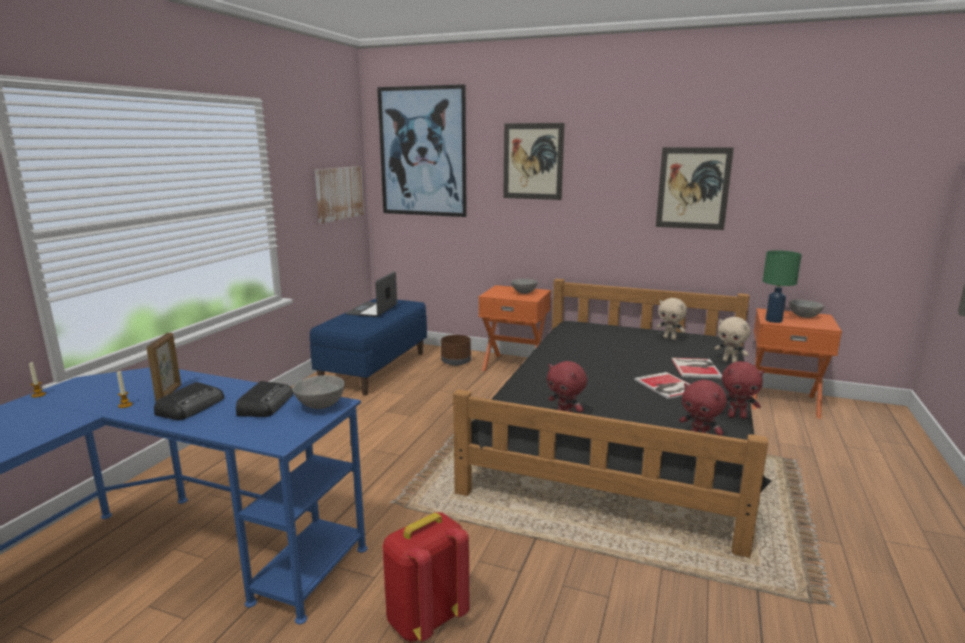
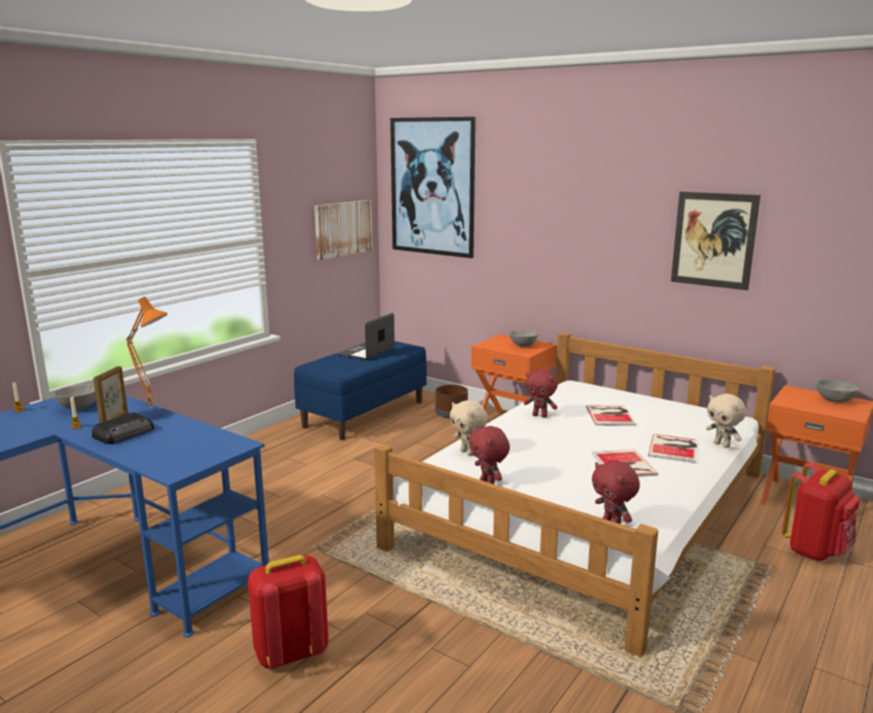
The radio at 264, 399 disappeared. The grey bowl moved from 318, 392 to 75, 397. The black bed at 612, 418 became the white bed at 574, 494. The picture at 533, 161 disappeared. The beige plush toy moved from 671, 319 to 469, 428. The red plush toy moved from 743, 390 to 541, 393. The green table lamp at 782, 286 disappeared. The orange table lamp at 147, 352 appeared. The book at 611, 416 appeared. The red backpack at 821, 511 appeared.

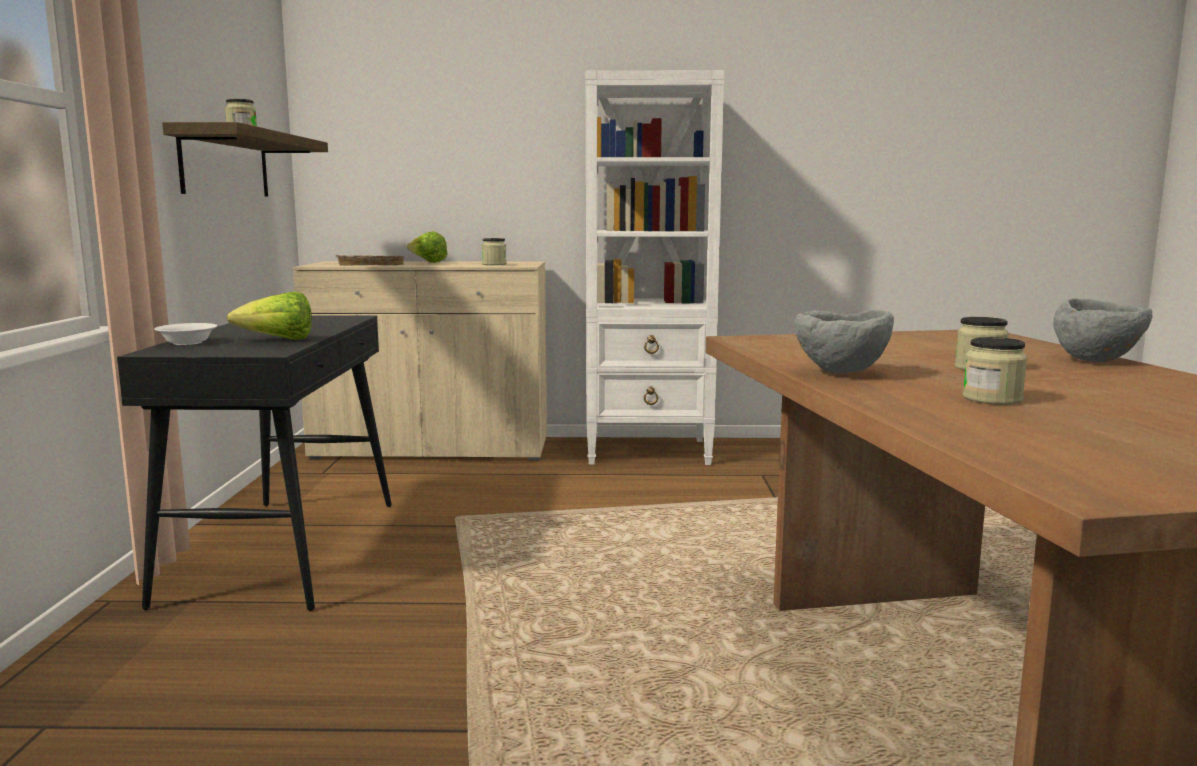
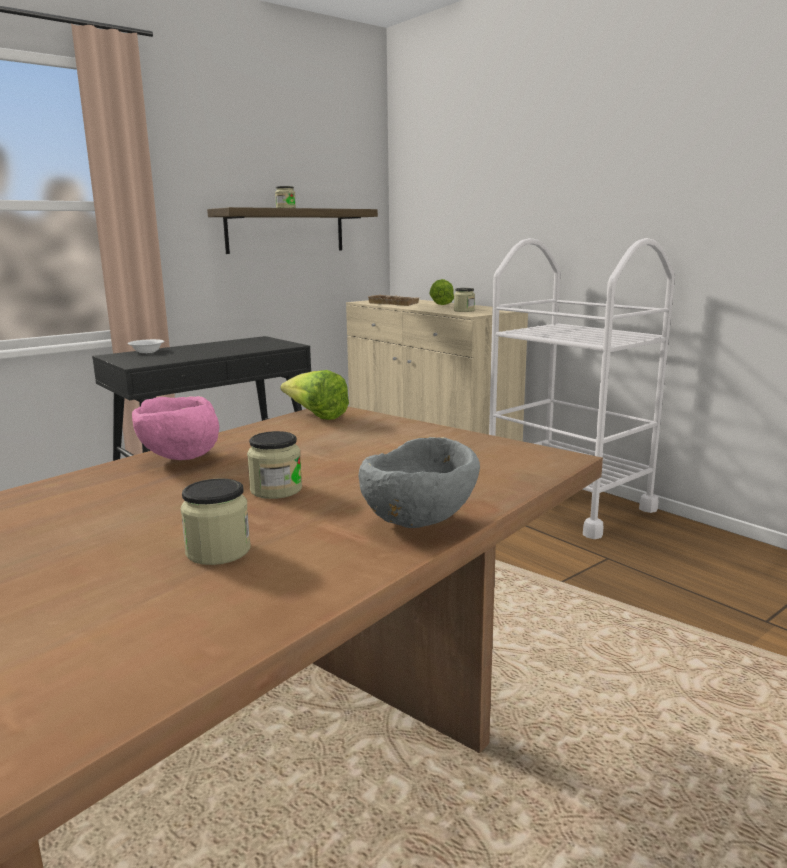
The lettuce moved from 269, 315 to 315, 395. The white bookcase at 655, 267 was replaced by the white cart at 582, 388. The grey bowl at 844, 341 became the pink bowl at 175, 428. The jar moved from 995, 371 to 216, 522.

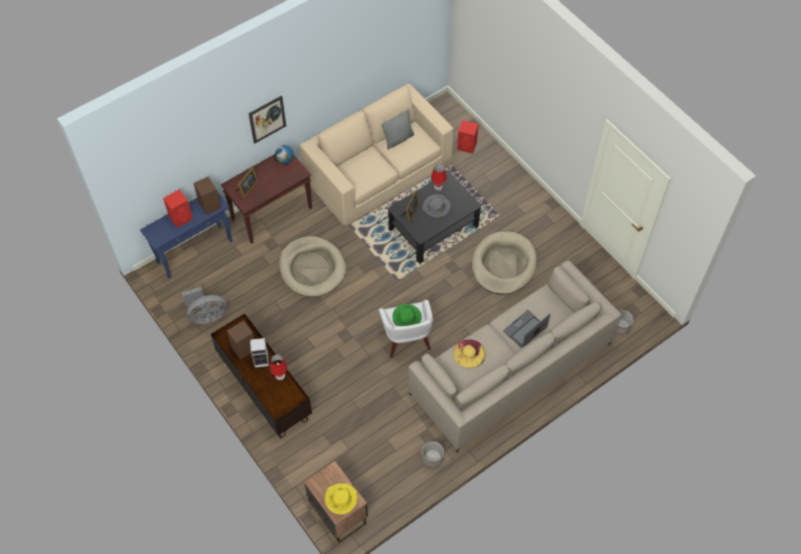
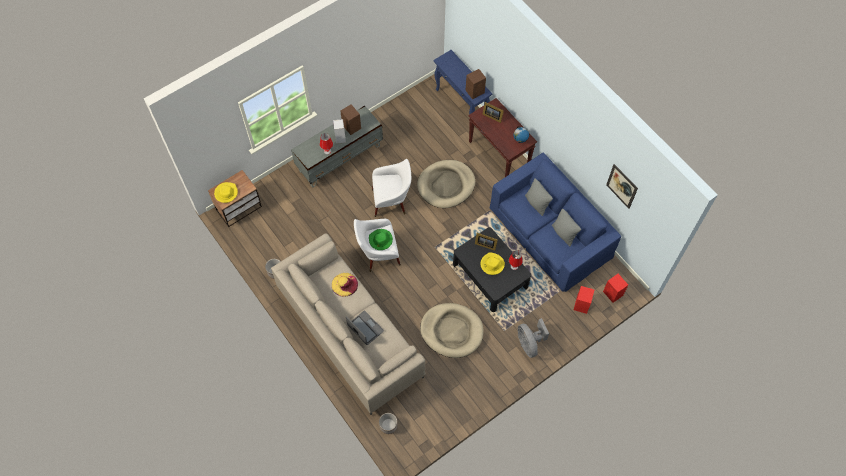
The red speaker moved from 178, 208 to 615, 288. The grey fan moved from 204, 305 to 533, 338. The brown tv stand at 261, 376 became the grey tv stand at 337, 146. The picture moved from 267, 120 to 622, 186. The beige sofa at 377, 154 became the blue sofa at 555, 222. The grey hat at 436, 206 became the yellow hat at 493, 263. The white armchair at 391, 188 appeared. The grey pillow at 539, 197 appeared.

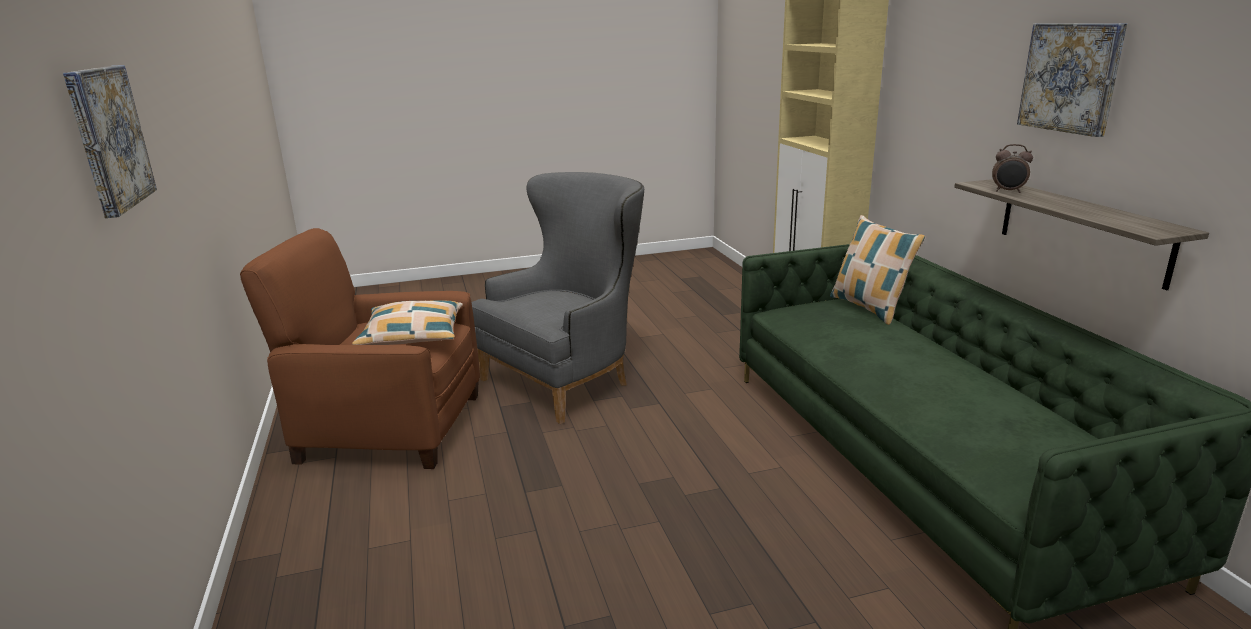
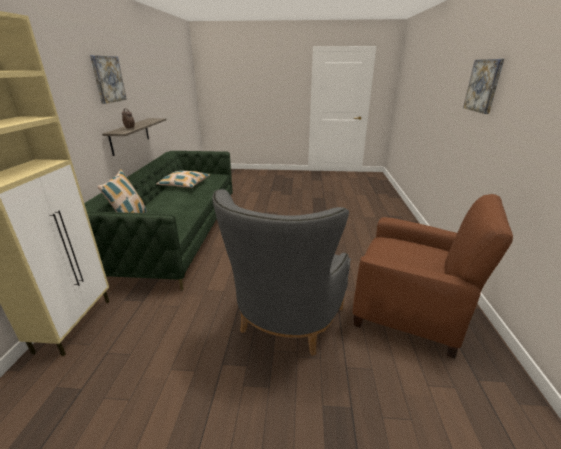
The pillow moved from 407, 322 to 183, 179. The grey armchair at 557, 298 turned 45 degrees counterclockwise.

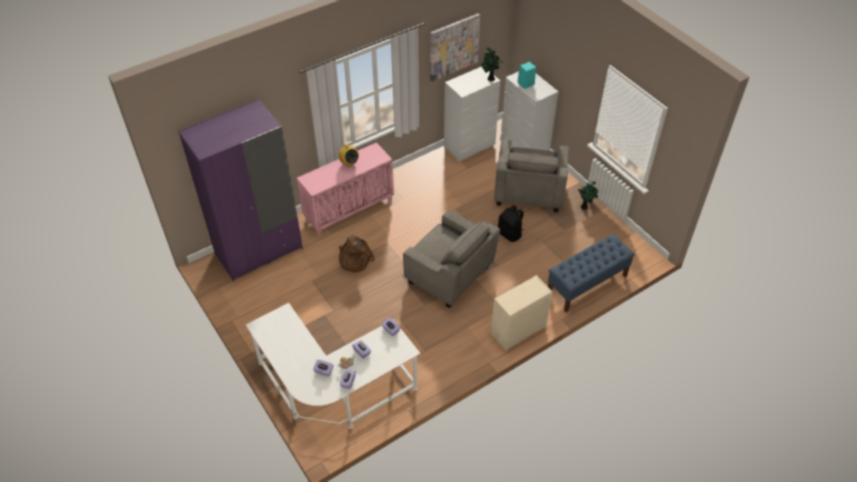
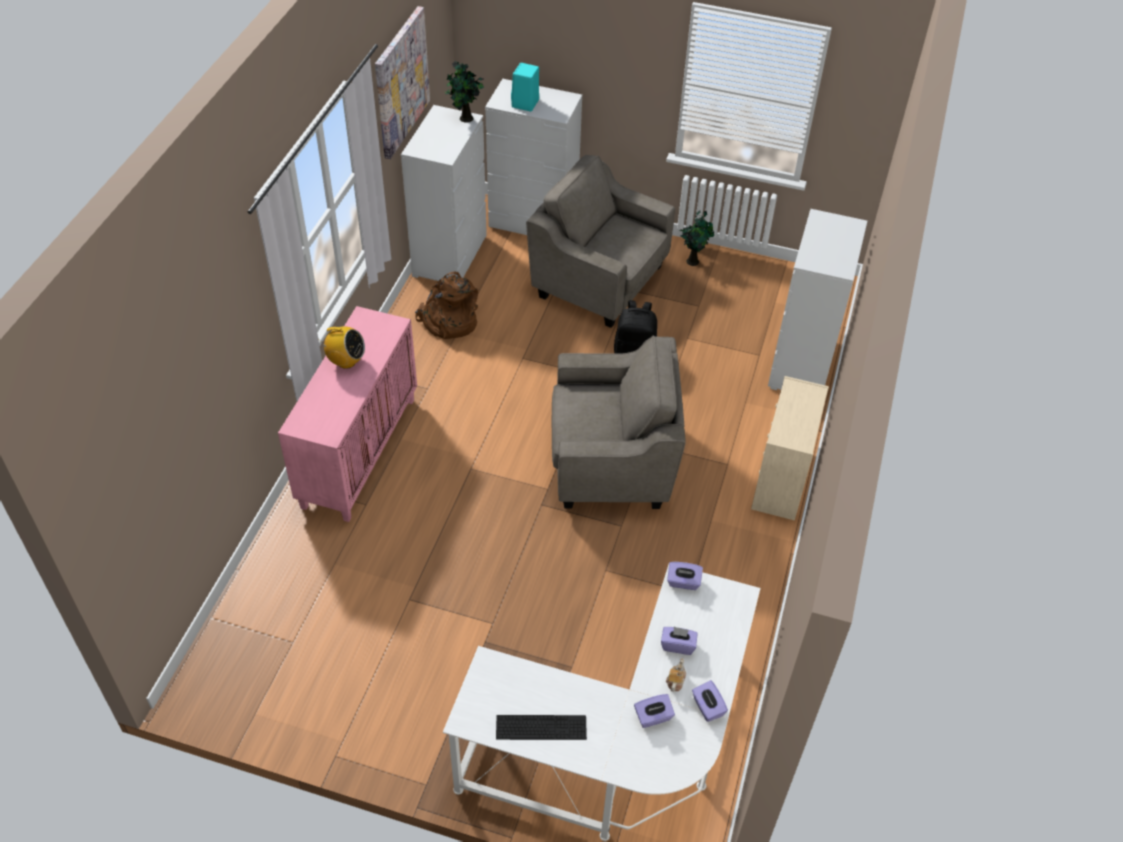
The purple wardrobe at 241, 190 disappeared. The brown backpack moved from 357, 254 to 446, 305. The grey armchair at 531, 176 turned 150 degrees clockwise. The blue bench at 591, 273 was replaced by the white dresser at 817, 299. The keyboard at 541, 727 appeared.

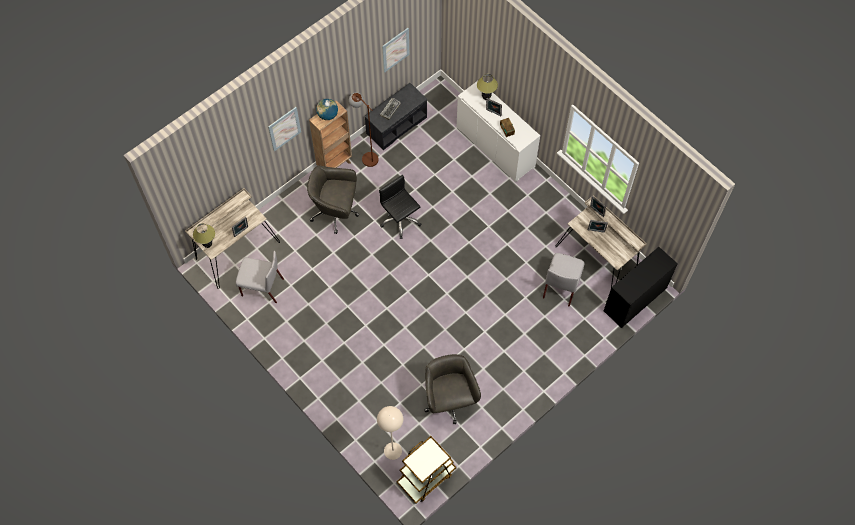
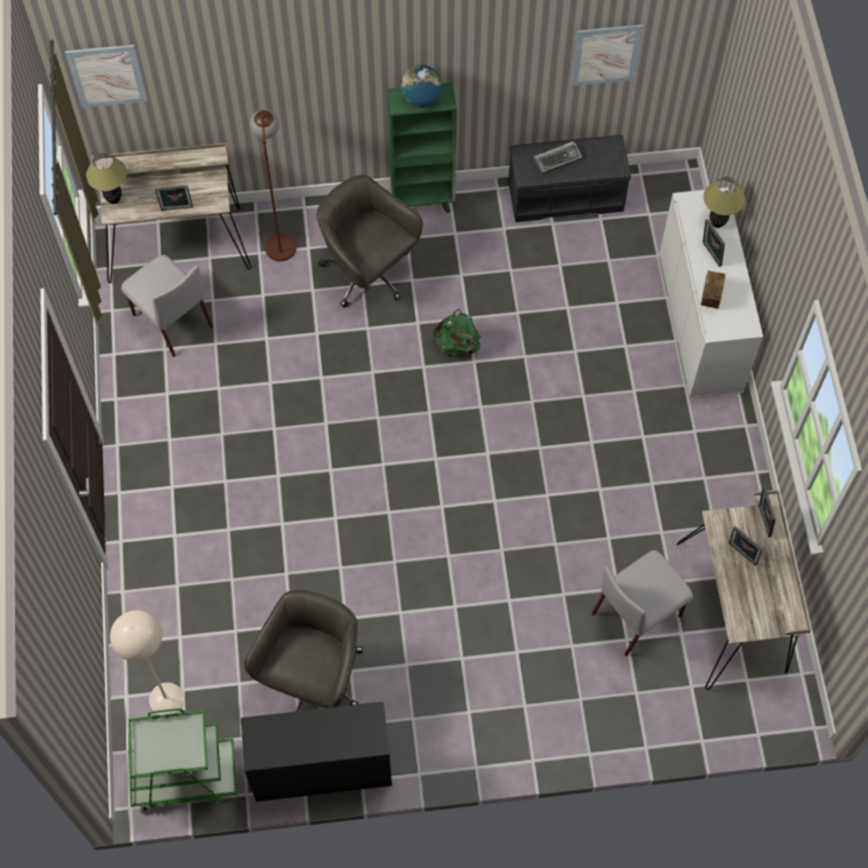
The picture moved from 284, 129 to 106, 76. The brown bookcase at 330, 134 became the green bookcase at 422, 147. The brown floor lamp moved from 364, 129 to 273, 185. The black office chair at 400, 207 was replaced by the green backpack at 456, 334. The brown cart at 426, 469 became the green cart at 182, 759. The black desk moved from 641, 287 to 316, 751.

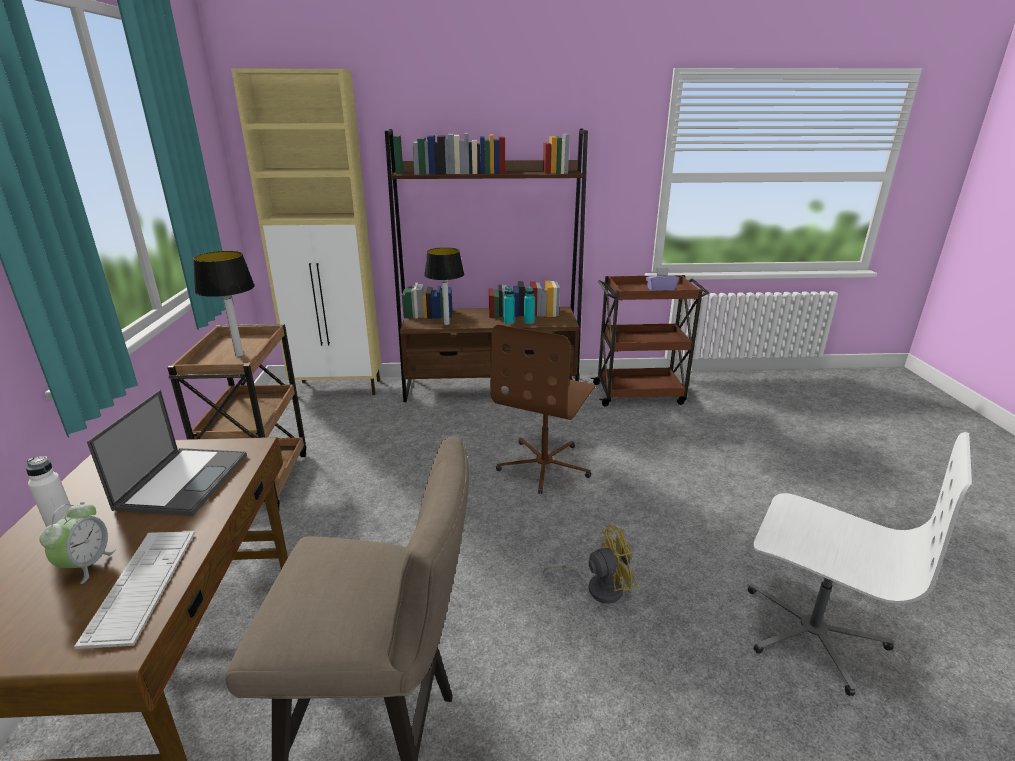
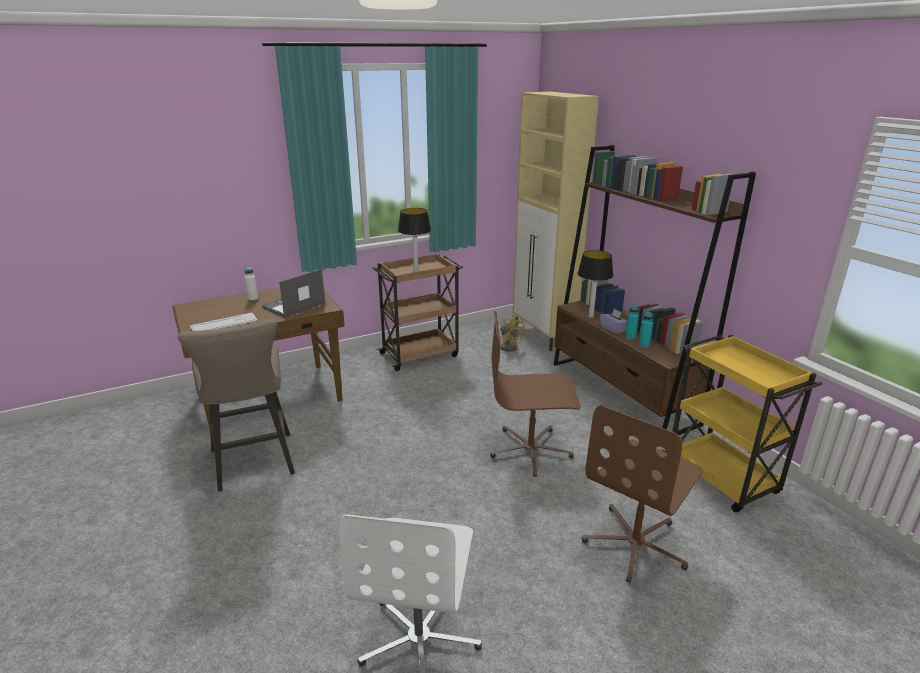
The alarm clock at 77, 543 disappeared. The laptop at 167, 453 turned 150 degrees clockwise. The yellow fan moved from 590, 564 to 512, 333. The brown cart at 650, 341 became the yellow cart at 742, 424. The purple tissue box moved from 662, 279 to 613, 321. The brown office chair at 643, 494 appeared.

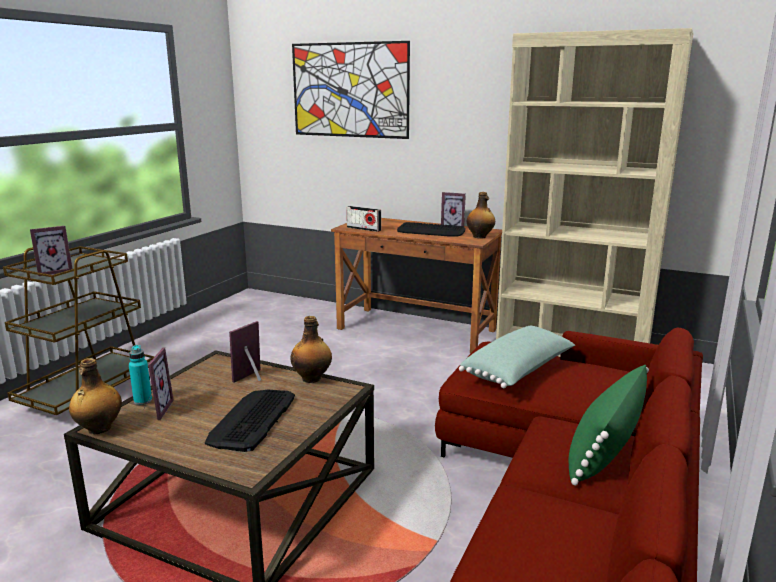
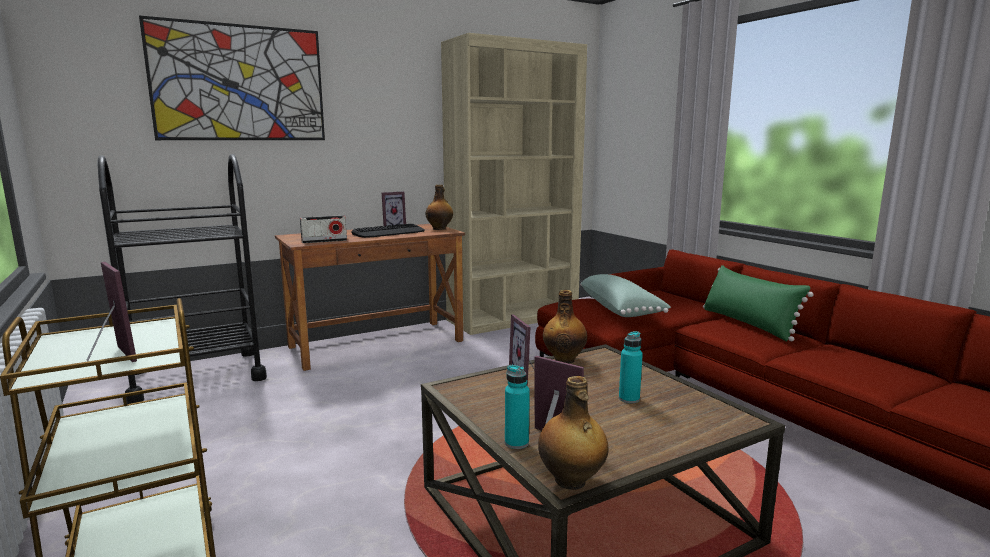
The picture frame at 51, 251 turned 45 degrees counterclockwise. The keyboard at 250, 420 was replaced by the turquoise bottle at 631, 367. The black cart at 182, 279 appeared.

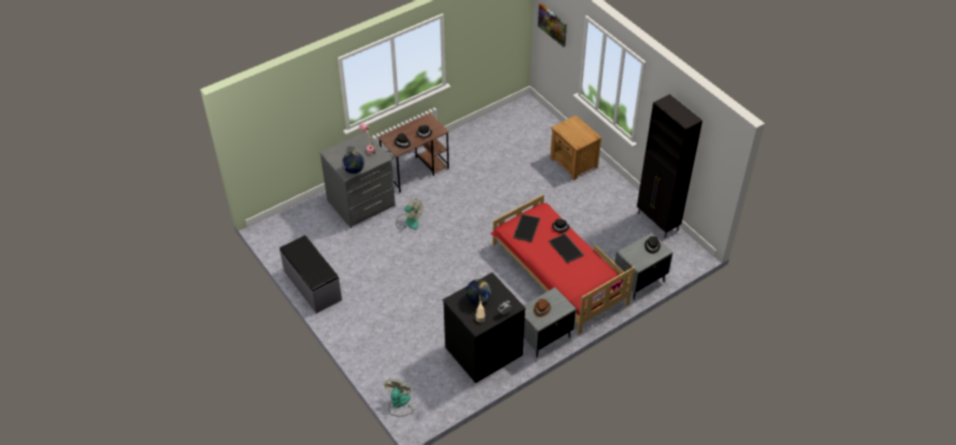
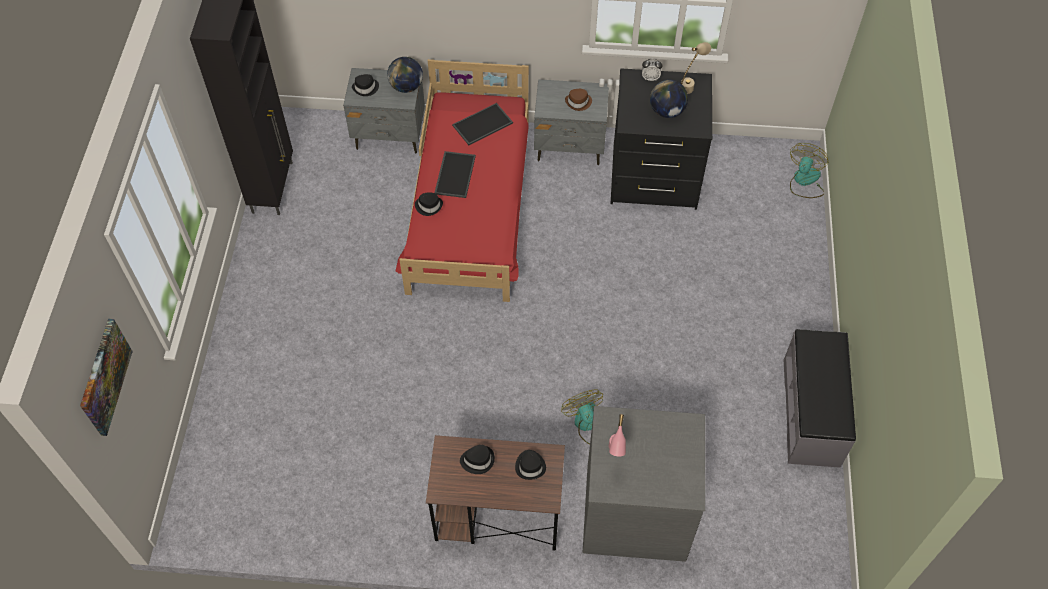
The globe moved from 353, 162 to 405, 75. The fan at 398, 398 turned 150 degrees clockwise. The tray moved from 526, 228 to 482, 124. The brown nightstand at 576, 147 disappeared.

